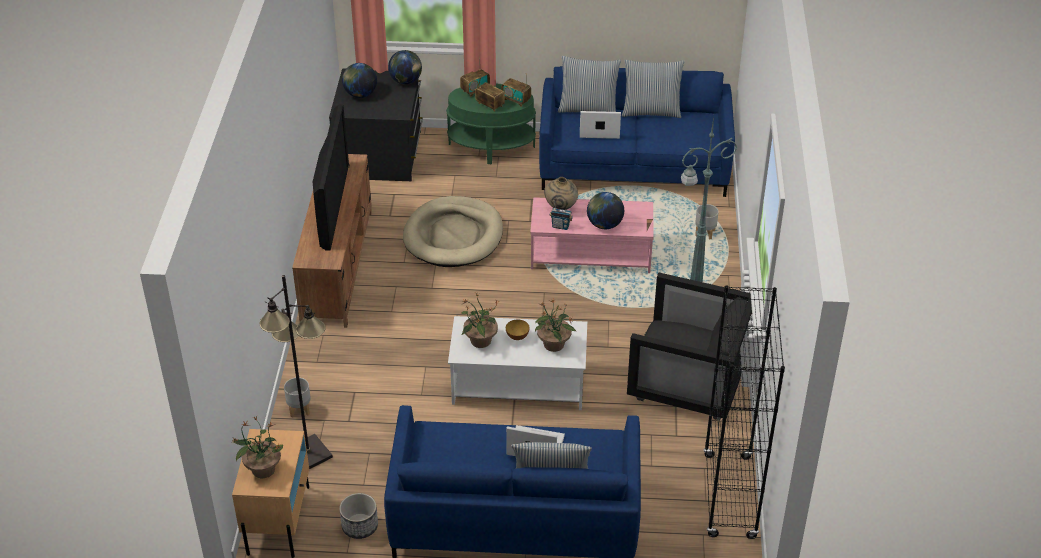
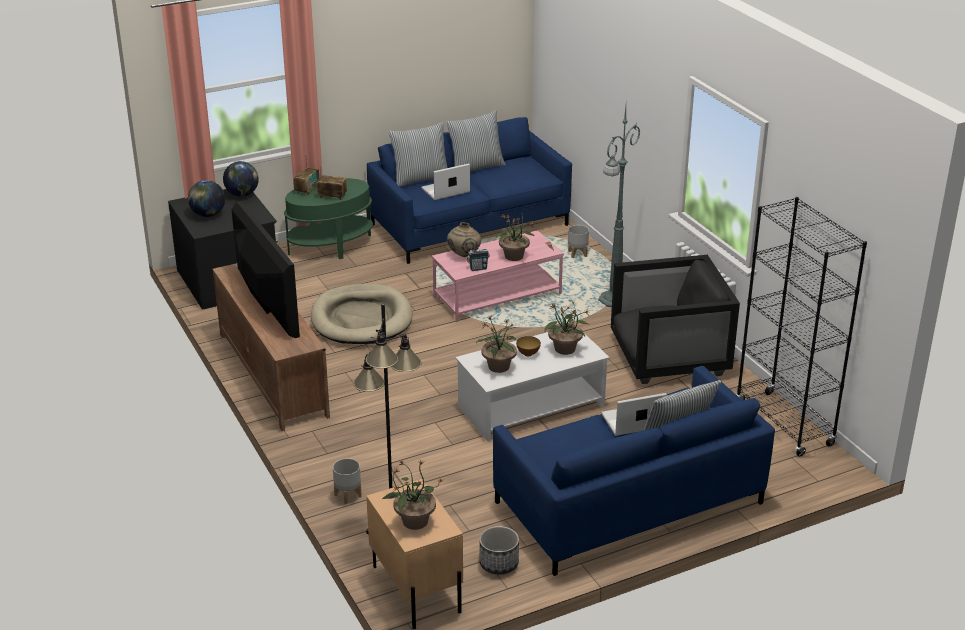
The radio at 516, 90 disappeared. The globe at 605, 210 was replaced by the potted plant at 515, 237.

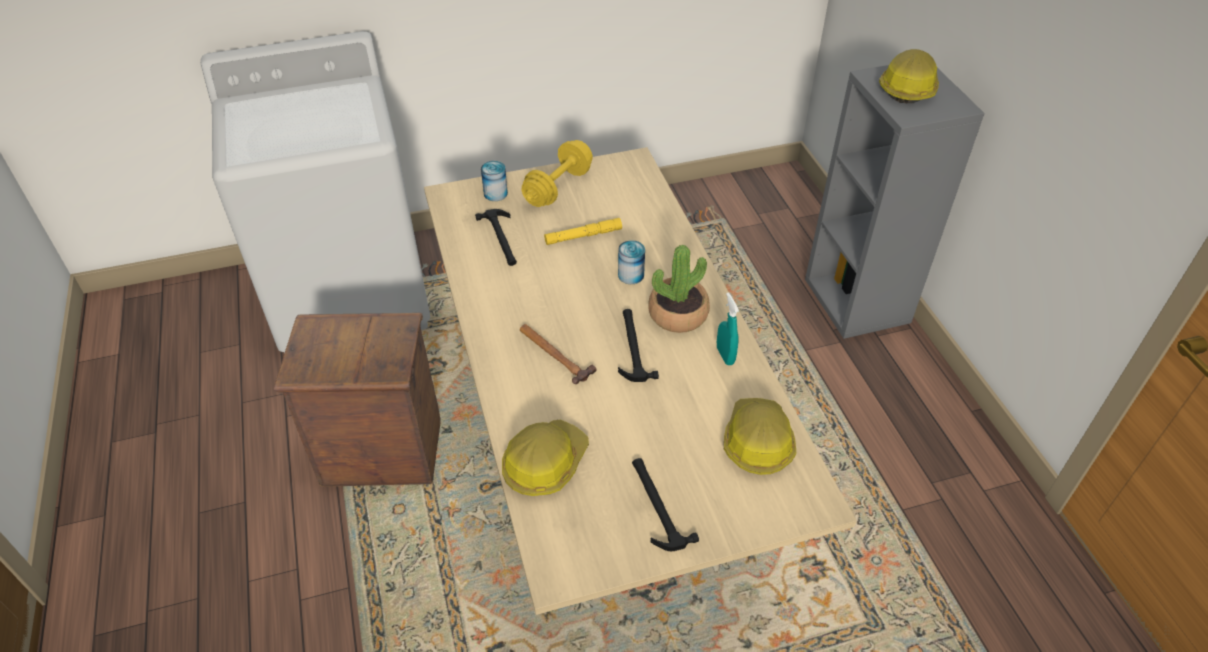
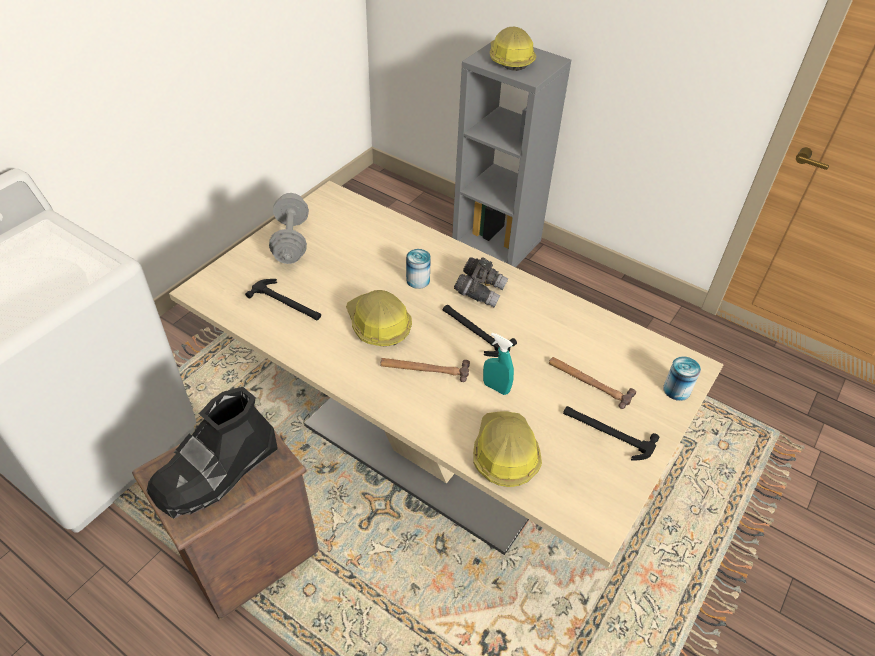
The can moved from 494, 181 to 682, 378. The yellow dumbbell at 557, 173 became the grey dumbbell at 289, 228. The yellow flashlight at 583, 231 disappeared. The potted plant at 679, 289 was replaced by the grey binoculars at 481, 282. The turquoise spray bottle moved from 728, 328 to 498, 363. The hard hat moved from 760, 436 to 379, 318. The black boot at 212, 453 appeared. The hammer at 592, 383 appeared.

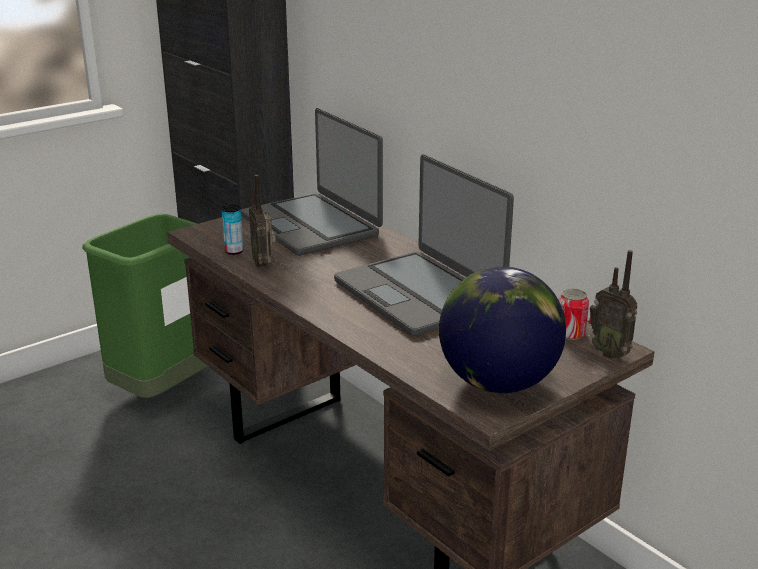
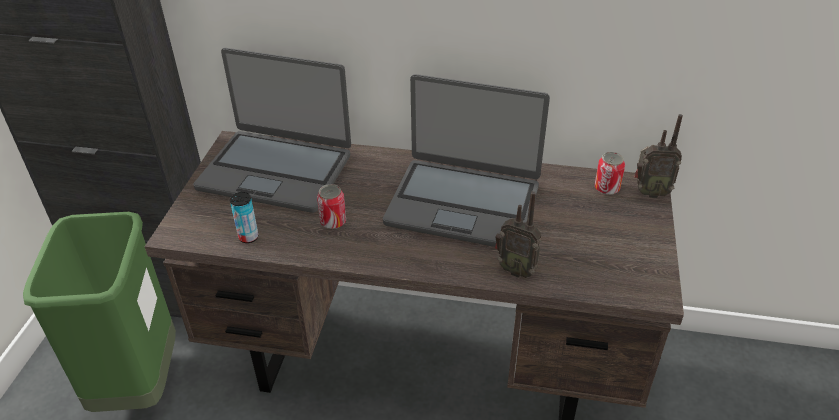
The radio moved from 262, 221 to 518, 234. The globe at 502, 329 disappeared. The can at 331, 206 appeared.

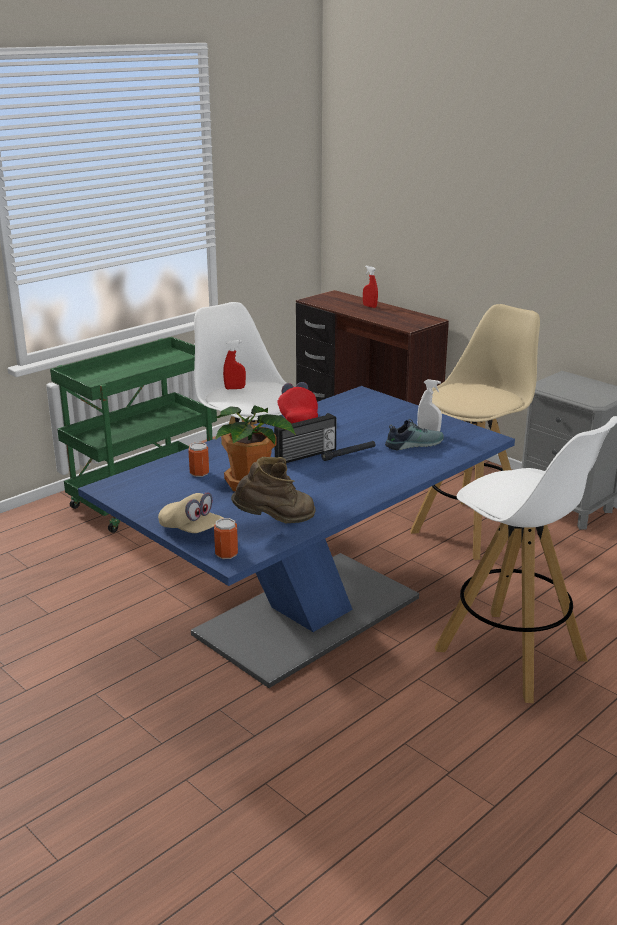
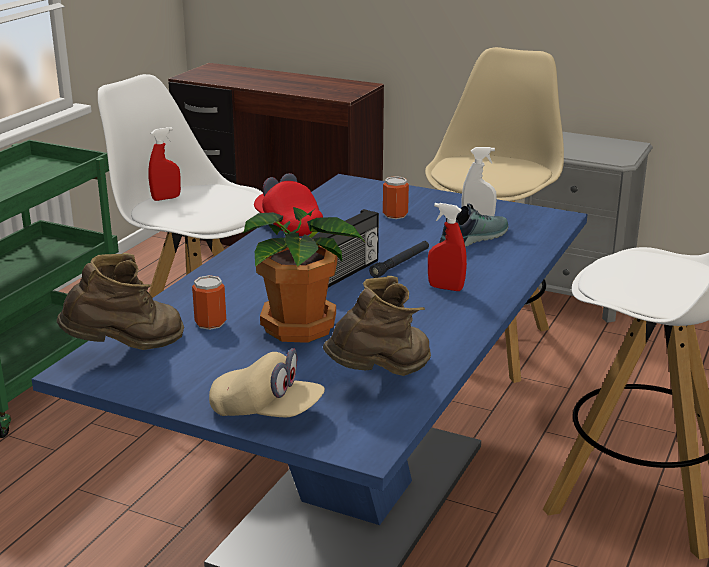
The can moved from 226, 538 to 396, 197. The red spray bottle moved from 370, 287 to 447, 247. The brown boot at 120, 301 appeared.

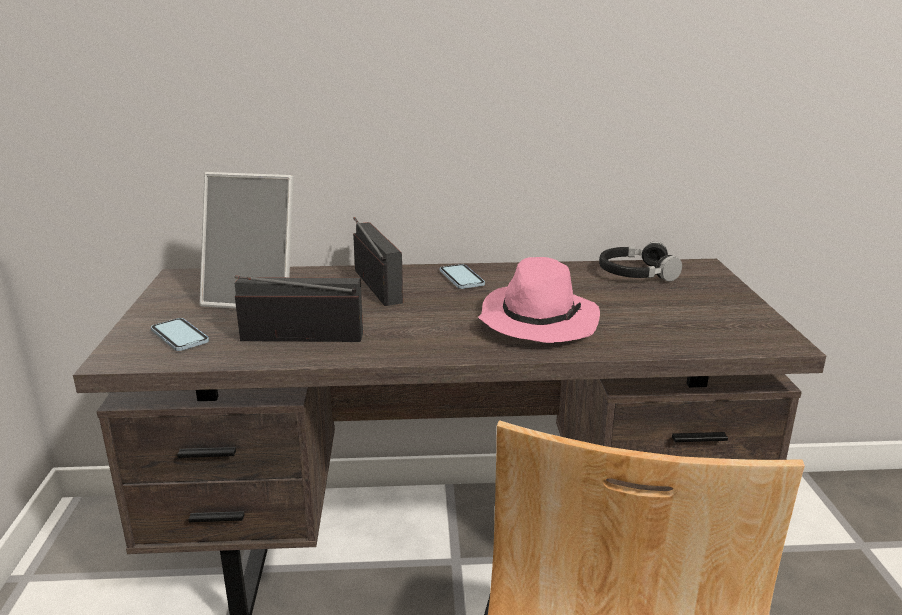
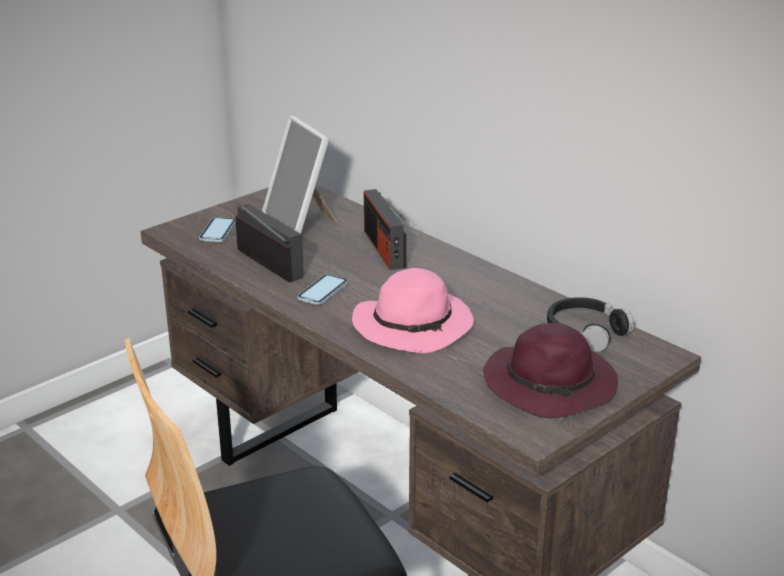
The radio at 378, 261 turned 135 degrees clockwise. The phone moved from 462, 276 to 322, 289. The purple hat at 550, 370 appeared.

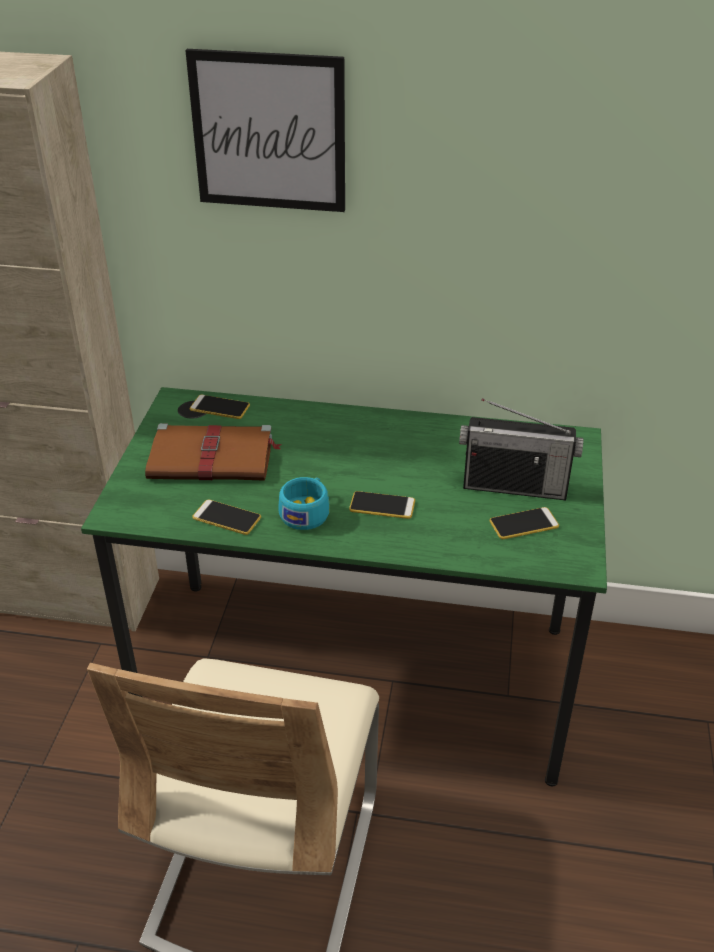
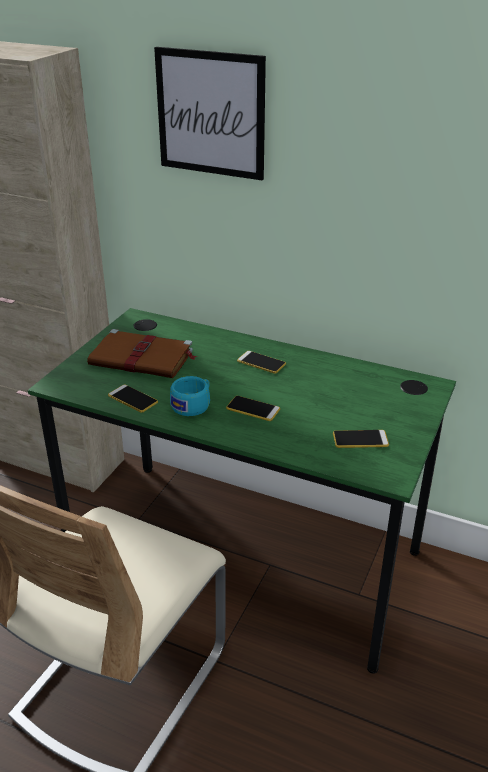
The phone moved from 220, 407 to 261, 362. The radio at 521, 449 disappeared.

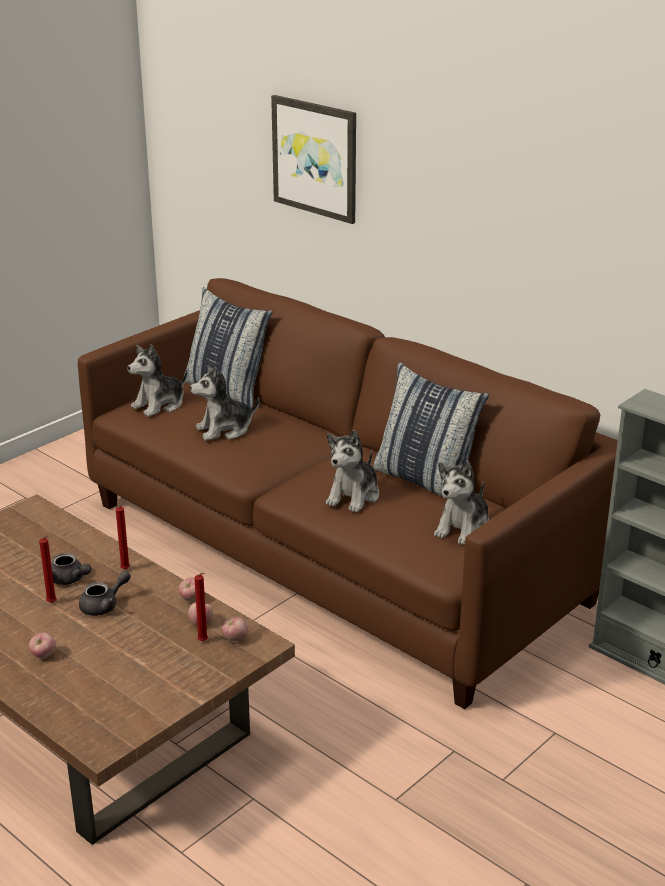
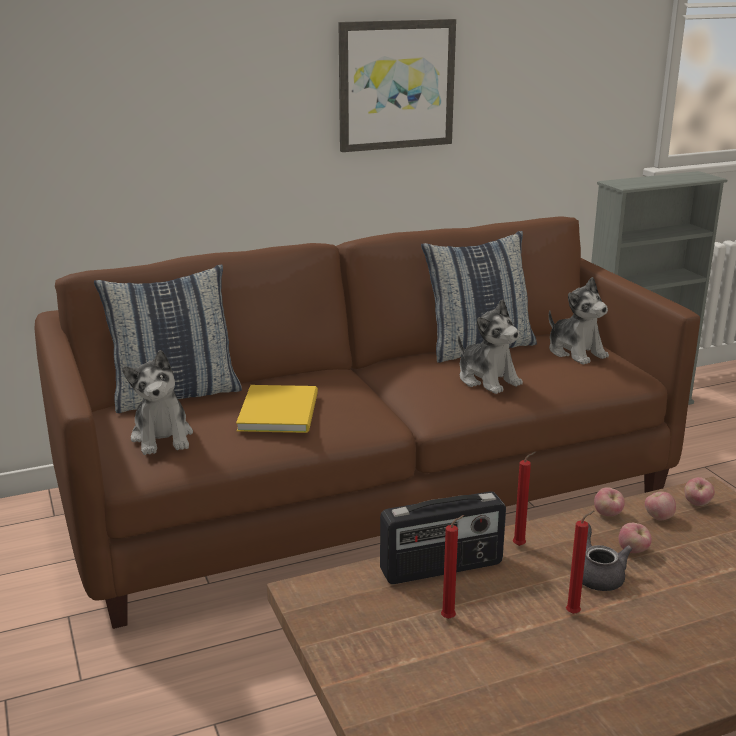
The apple moved from 42, 645 to 635, 538. The grey teapot at 71, 569 disappeared. The plush toy at 225, 403 was replaced by the yellow book at 277, 409. The red candle moved from 201, 607 to 452, 567. The picture moved from 313, 159 to 397, 85. The radio at 443, 537 appeared.

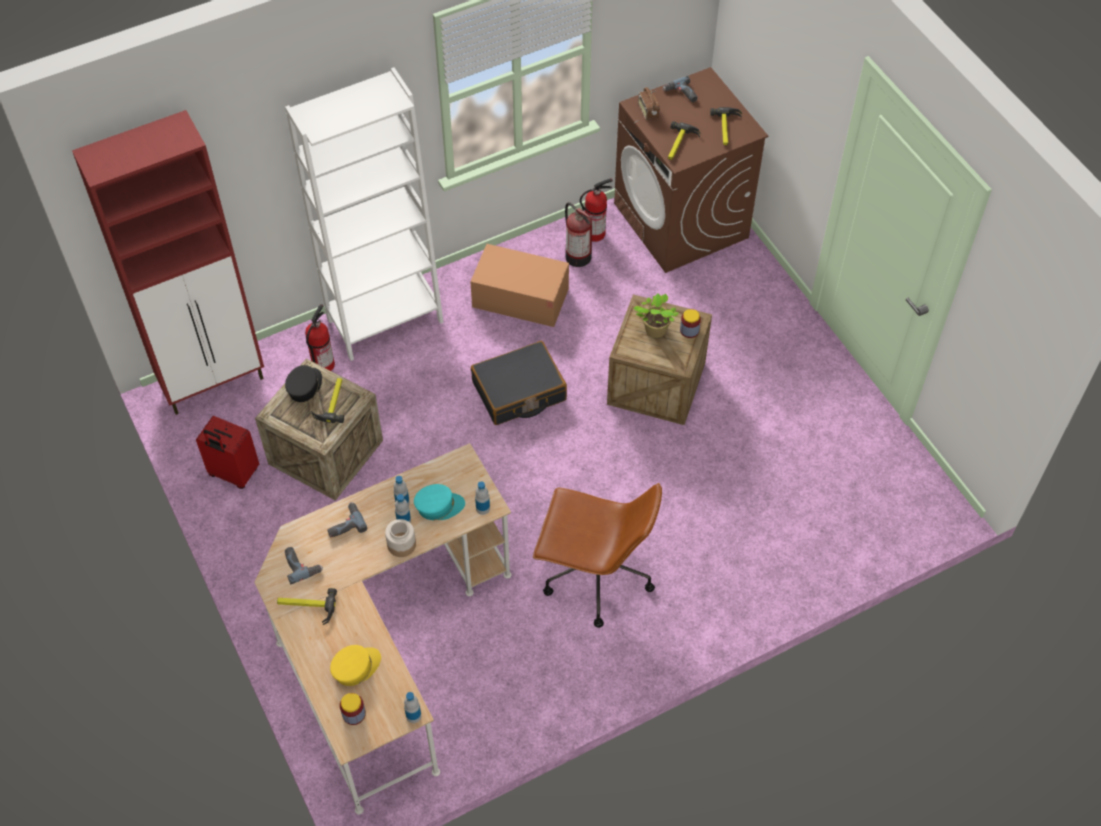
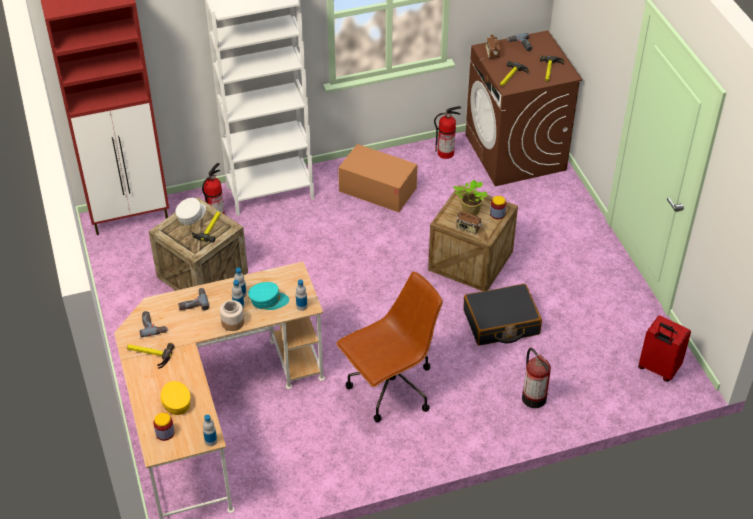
The red suitcase moved from 227, 452 to 664, 348. The black cap at 303, 383 became the white cap at 190, 211. The yellow cap at 355, 665 turned 90 degrees counterclockwise. The black suitcase moved from 519, 383 to 502, 315. The brown office chair at 597, 555 turned 60 degrees counterclockwise. The fire extinguisher moved from 578, 234 to 536, 378. The radio at 469, 221 appeared.

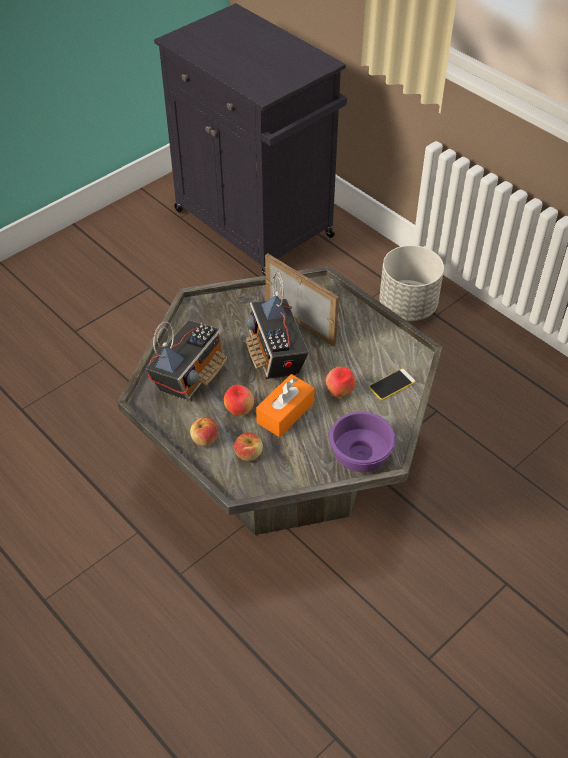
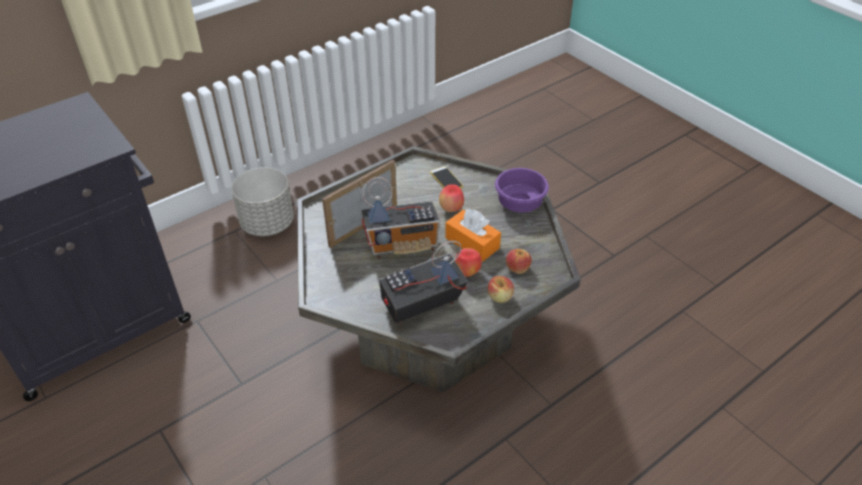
The radio at 186, 360 turned 60 degrees counterclockwise.

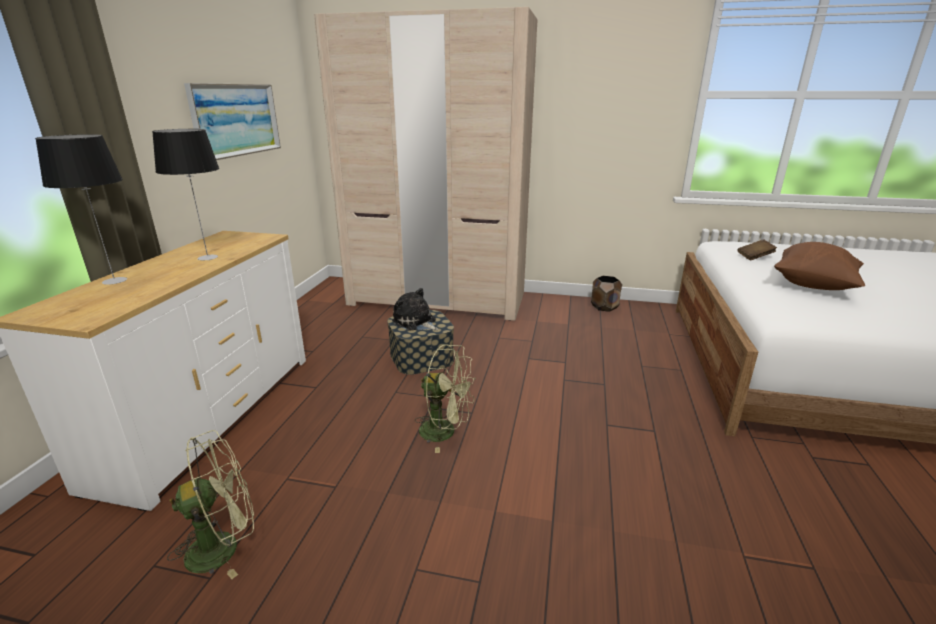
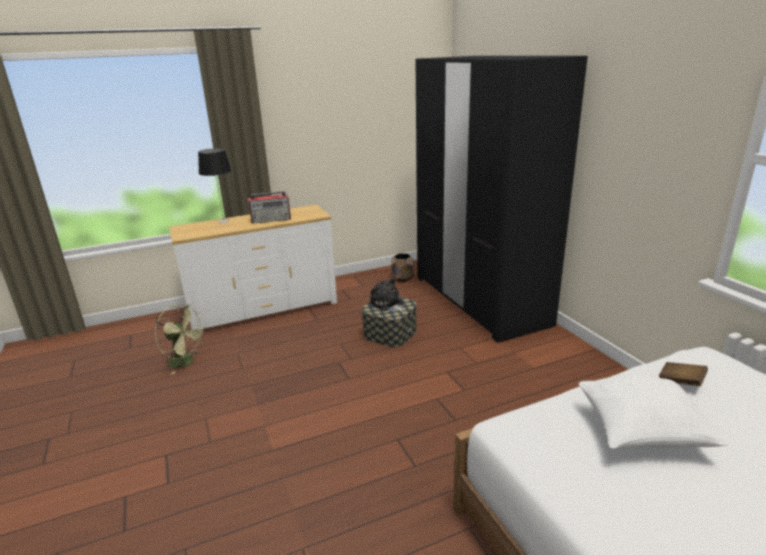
The table lamp at 185, 194 was replaced by the radio at 269, 207. The picture at 232, 121 disappeared. The beige wardrobe at 426, 164 became the black wardrobe at 502, 199. The plush toy at 415, 309 turned 45 degrees counterclockwise. The green fan at 445, 399 disappeared. The brown planter moved from 606, 294 to 402, 267. The brown pillow at 819, 266 became the white pillow at 654, 411.

